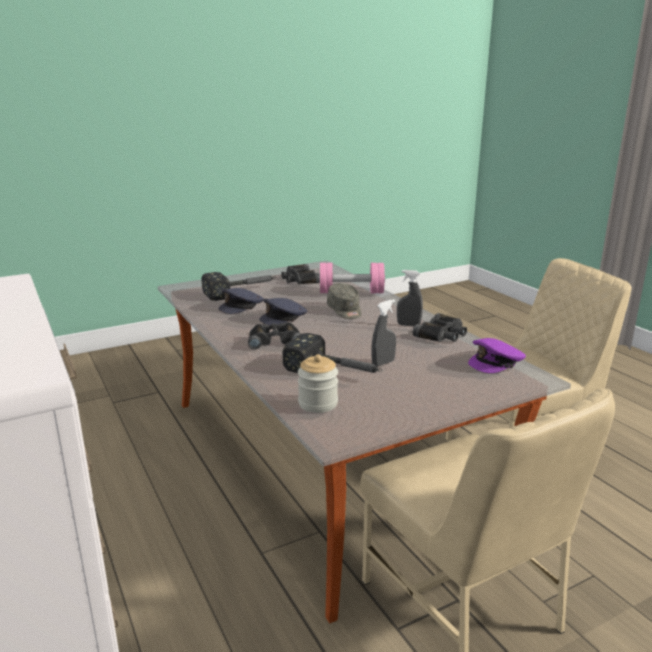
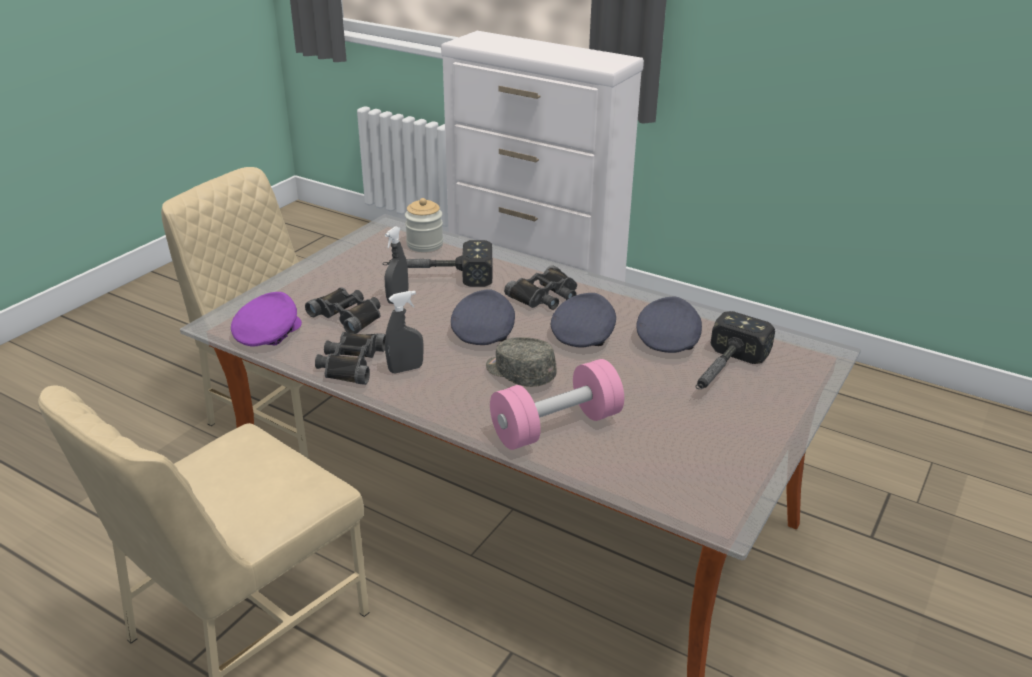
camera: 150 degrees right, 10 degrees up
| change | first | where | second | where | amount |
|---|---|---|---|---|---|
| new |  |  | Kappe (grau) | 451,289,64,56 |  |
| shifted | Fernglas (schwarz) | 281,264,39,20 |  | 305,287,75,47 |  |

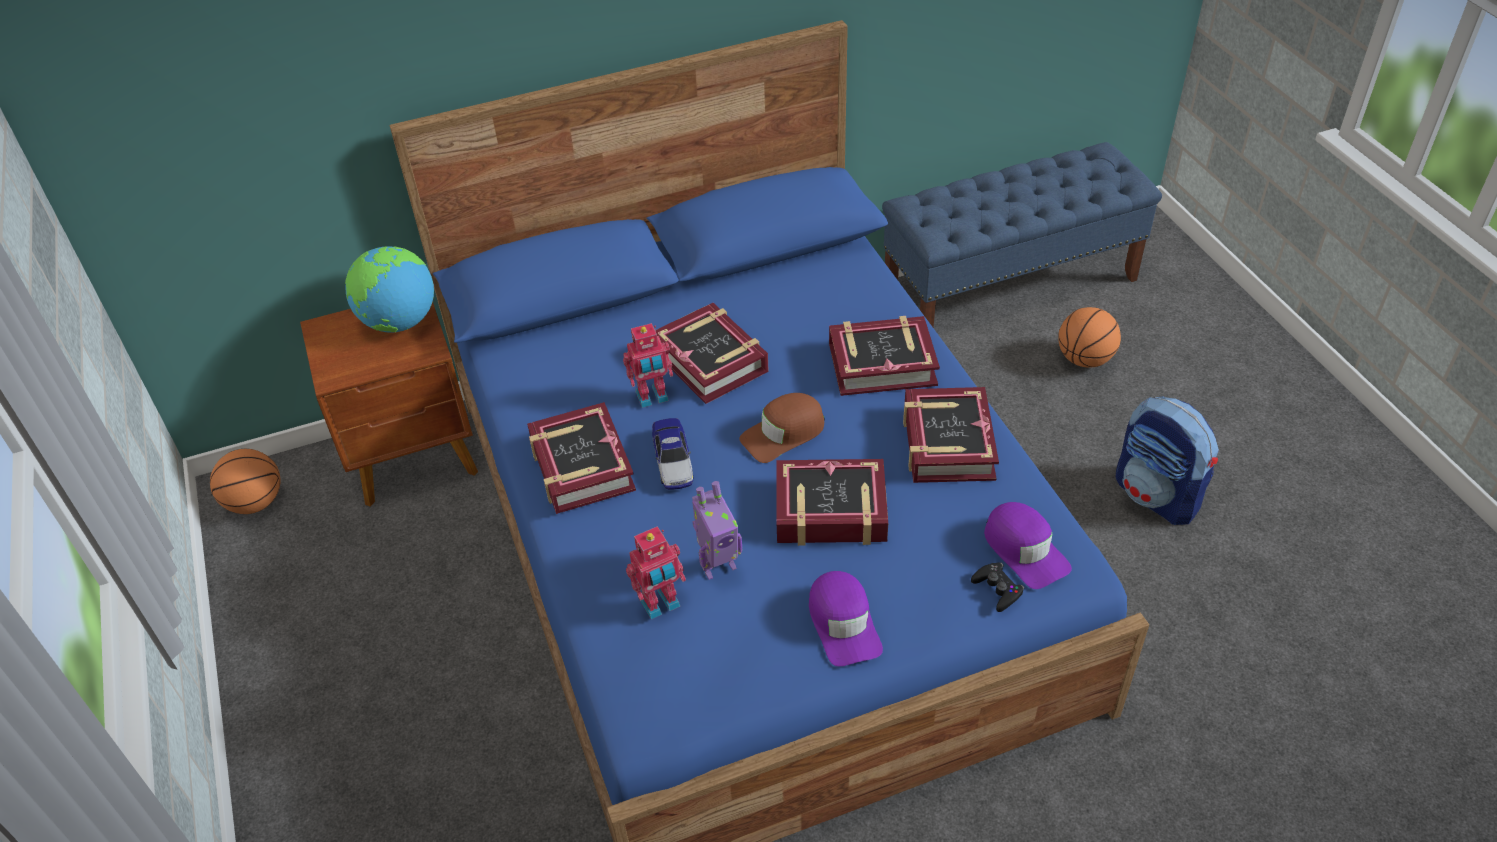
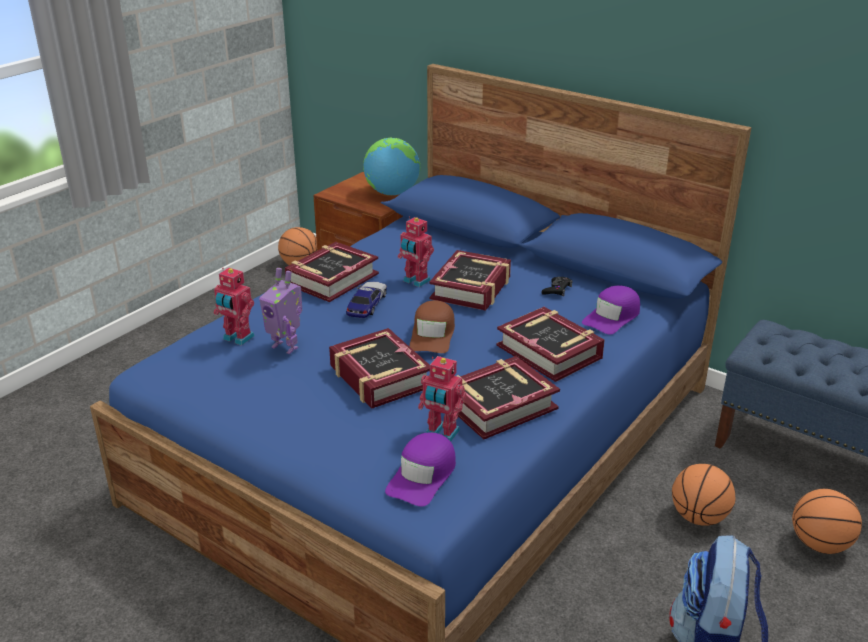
camera: 55 degrees right, 15 degrees down
| change | first | where | second | where | amount |
|---|---|---|---|---|---|
| new |  |  | Spielzeugroboter | 418,356,48,85 |  |
| new |  |  | Basketball | 672,464,63,62 |  |
| shifted | Kappe (lila) | 809,571,74,95 |  | 582,285,58,50 |  |
| shifted | Gamepad (schwarz) | 971,563,53,49 |  | 542,277,31,19 |  |
| rotated | Spielzeugauto | 652,418,41,72 |  | 346,282,41,36 | 150 degrees clockwise |
| rotated | Kappe (braun) | 739,393,86,70 |  | 409,300,46,53 | 105 degrees counterclockwise |

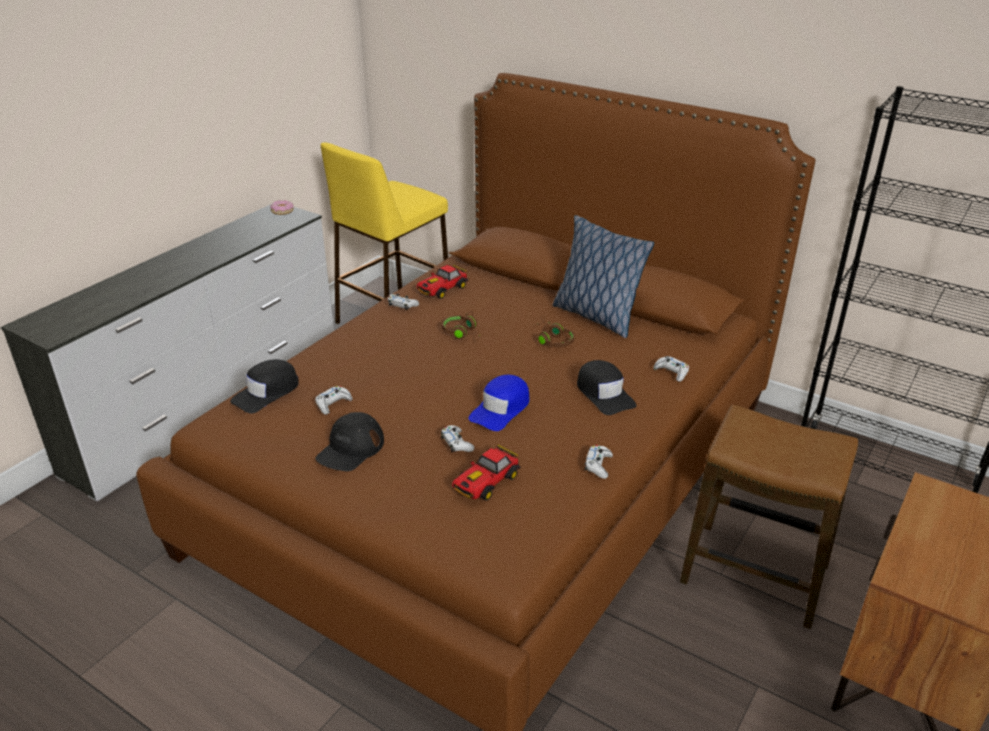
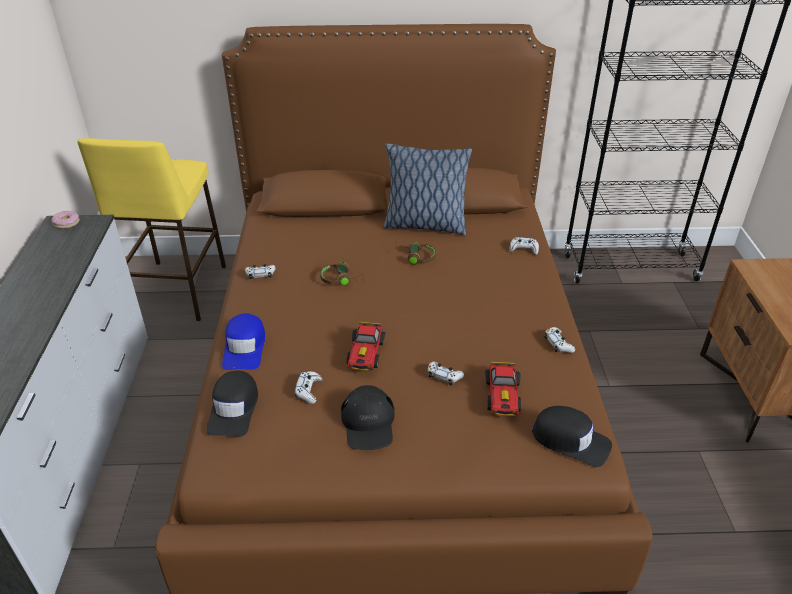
camera: 35 degrees left, 5 degrees up
| change | first | where | second | where | amount |
|---|---|---|---|---|---|
| gone | Hocker | 680,404,178,225 |  |  |  |
| shifted | Spielzeugauto | 417,265,51,34 |  | 346,321,40,50 |  |
| shifted | Kappe (blau) | 468,375,61,56 |  | 222,313,43,57 |  |
| shifted | Kappe (schwarz) | 577,360,60,55 |  | 532,406,80,61 |  |

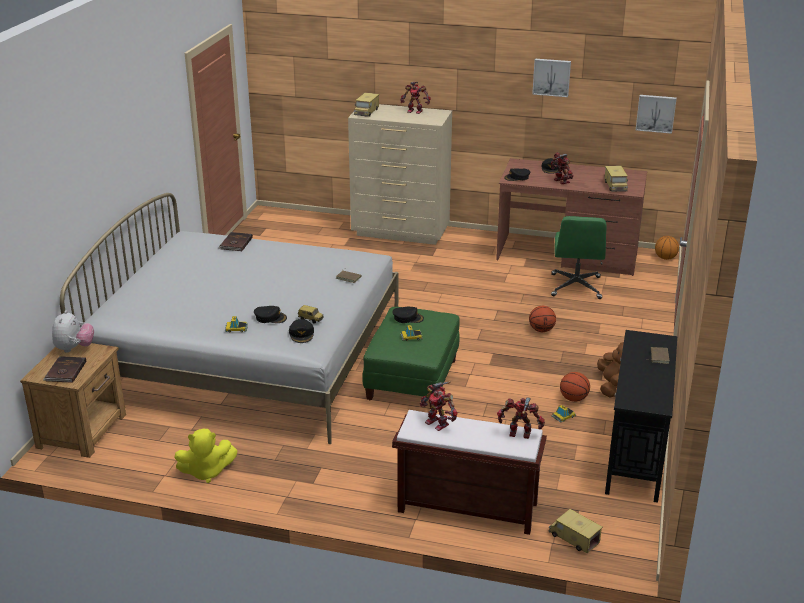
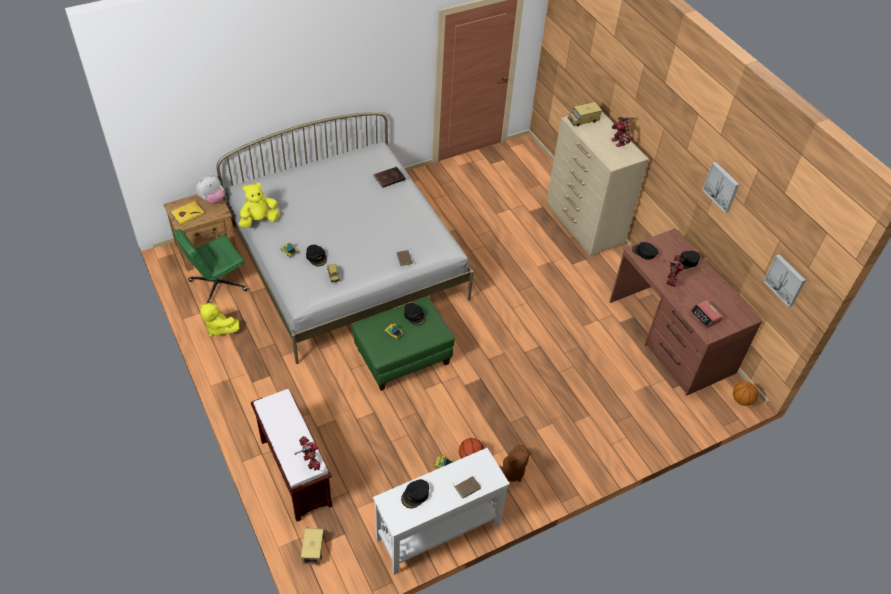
camera: 45 degrees right, 20 degrees up
| change | first | where | second | where | amount |
|---|---|---|---|---|---|
| gone | Spielzeugroboter | 420,381,38,50 |  |  |  |
| gone | Basketball | 529,306,27,26 |  |  |  |
| new |  |  | Plüschtier (gelb) | 239,183,41,45 |  |
| shifted | Kappe (schwarz) | 289,319,25,24 |  | 401,479,28,30 |  |
| shifted | Bürostuhl (grün) | 551,216,56,83 |  | 173,229,75,75 |  |
| swapped | Spielzeuglaster | 604,166,24,26 | Wecker | 690,300,33,29 |  |
| repainted | Buch (braun) | 43,356,43,27 | Buch (gelb) | 170,201,35,24 |  |
| repainted | Konsolentisch (schwarz) | 605,330,72,173 | Konsolentisch (weiß) | 373,448,137,127 |  |

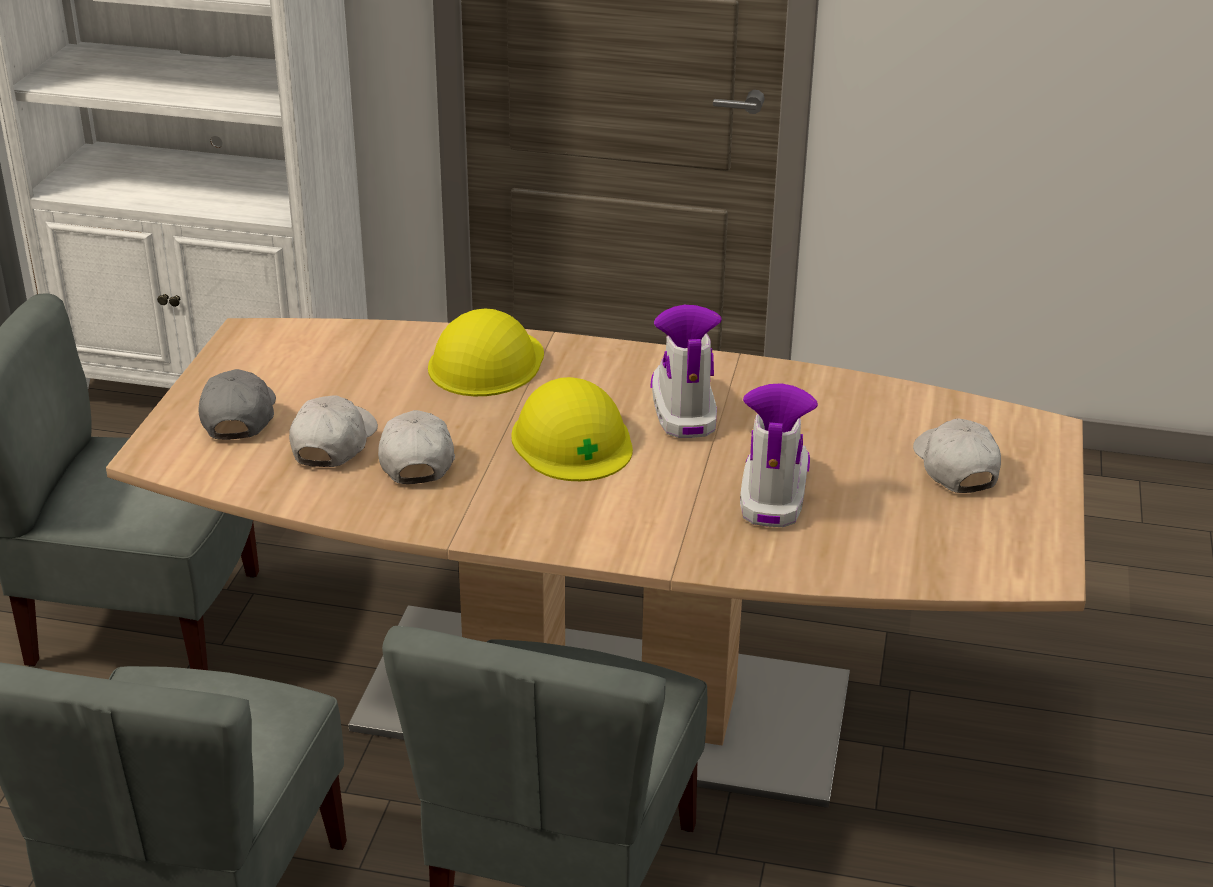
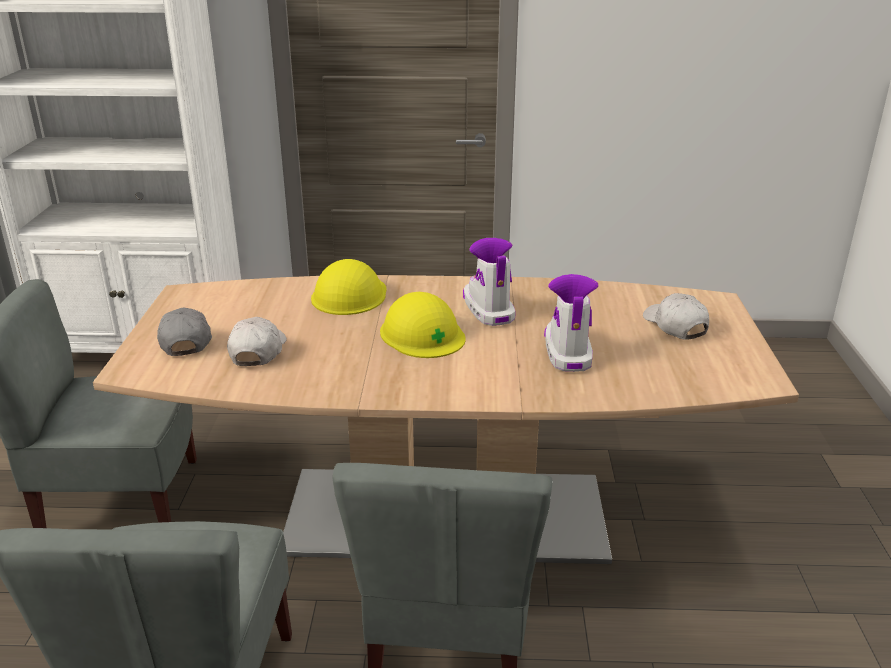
camera: 10 degrees left, 5 degrees down
| change | first | where | second | where | amount |
|---|---|---|---|---|---|
| gone | Kappe (weiß) | 378,410,77,74 |  |  |  |

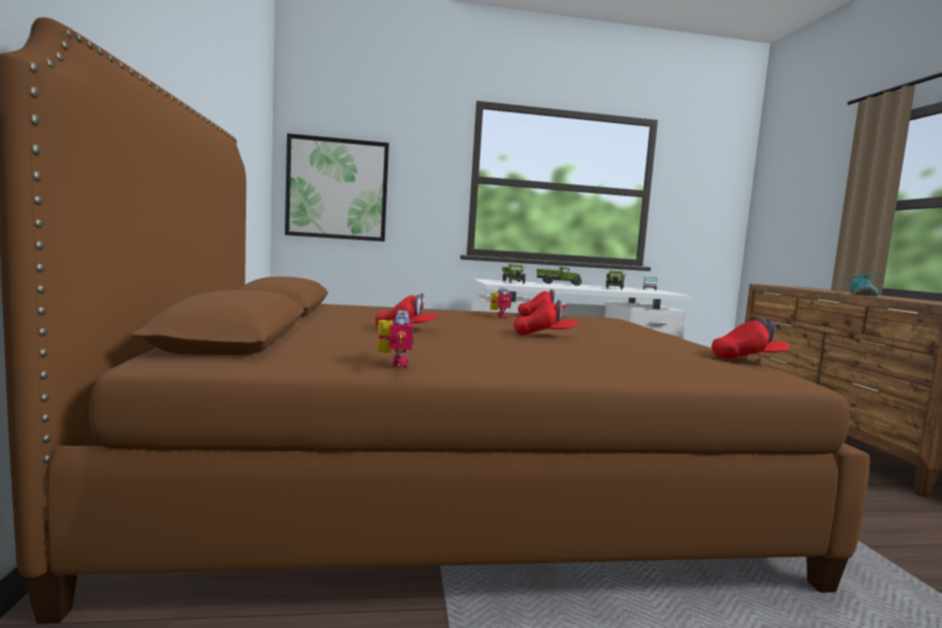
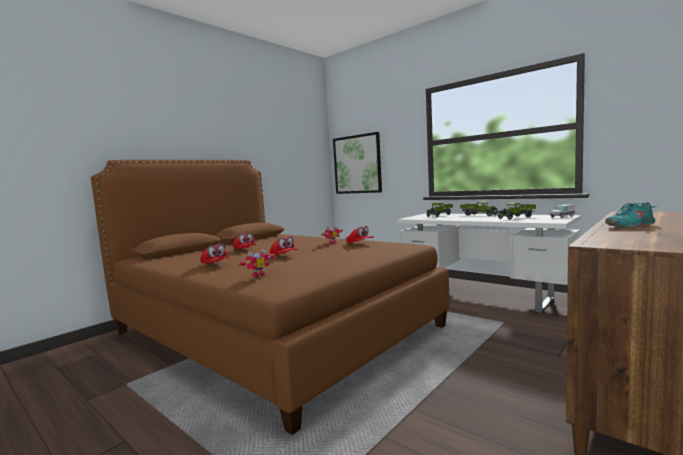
camera: 50 degrees right, 0 degrees up
| change | first | where | second | where | amount |
|---|---|---|---|---|---|
| shifted | Spielzeugroboter | 378,310,36,58 |  | 237,249,39,29 |  |
| shifted | Kappe (rot) | 712,318,78,41 |  | 200,244,29,20 |  |

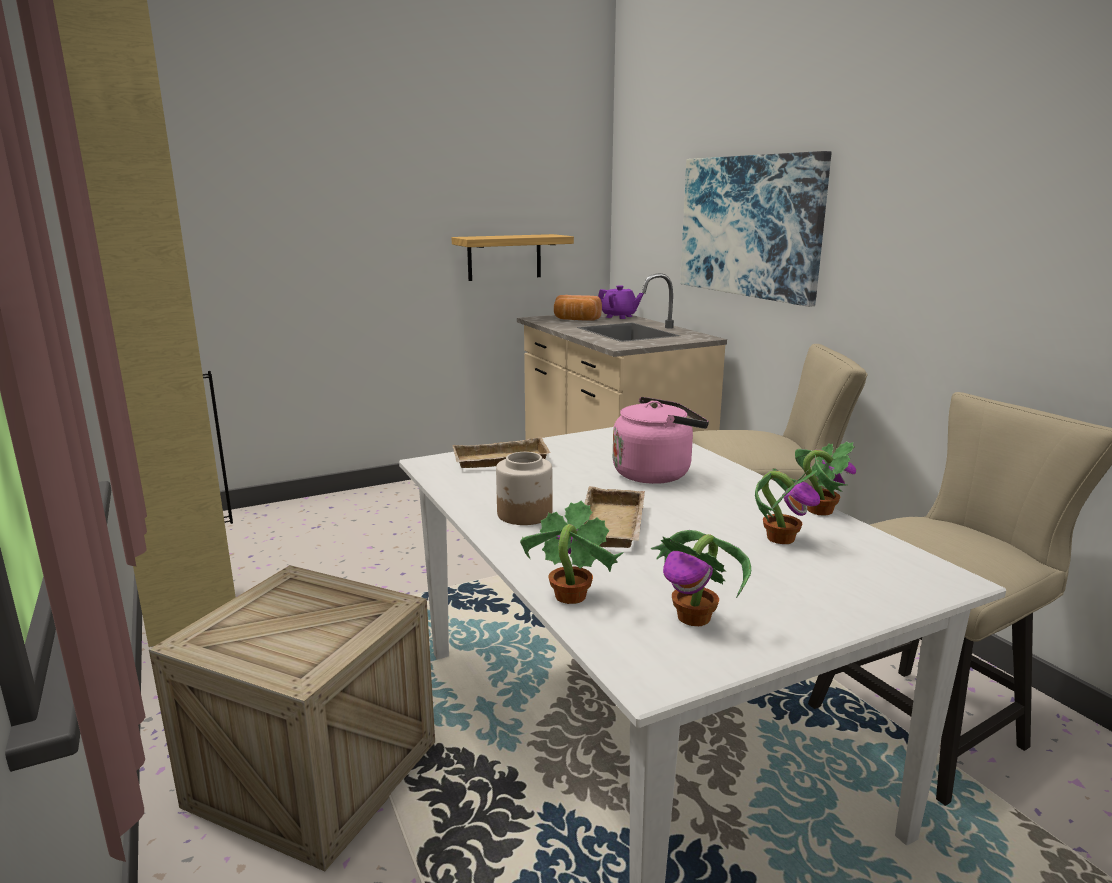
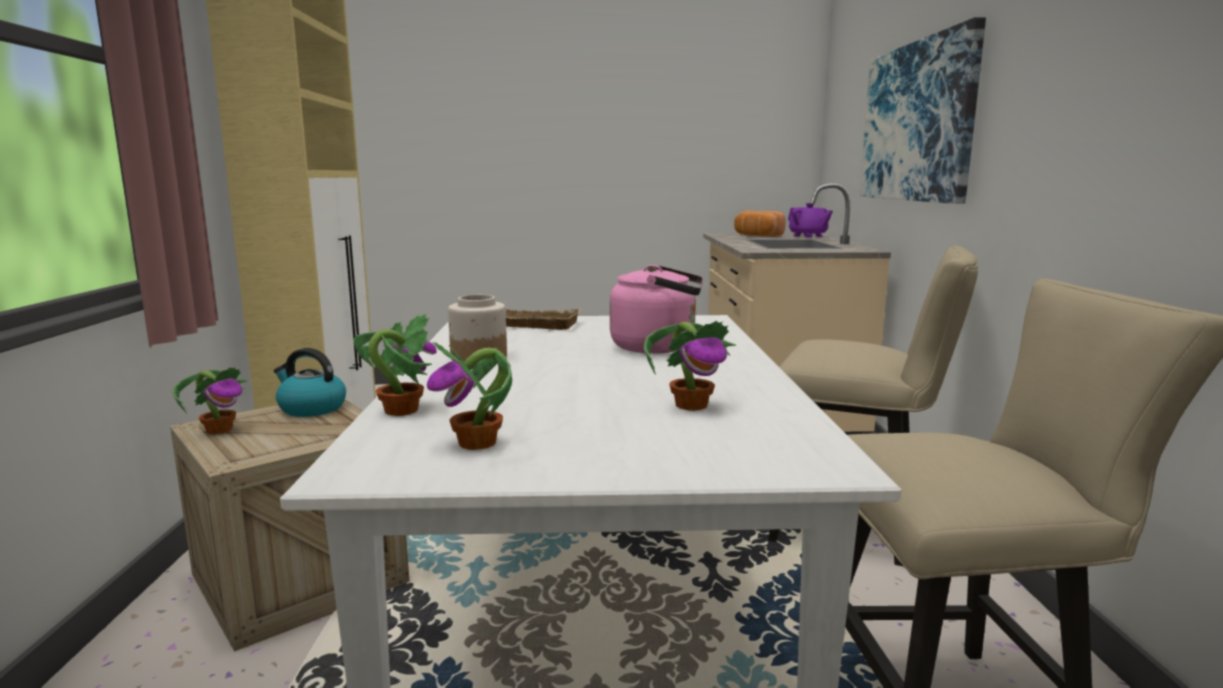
camera: 25 degrees right, 5 degrees down
| change | first | where | second | where | amount |
|---|---|---|---|---|---|
| gone | Wandregal | 452,234,122,47 |  |  |  |
| gone | Tablett (beige) | 584,486,61,62 |  |  |  |
| new |  |  | Wasserkessel | 274,348,72,69 |  |
| shifted | Topfpflanze | 795,442,61,73 |  | 173,367,75,67 |  |

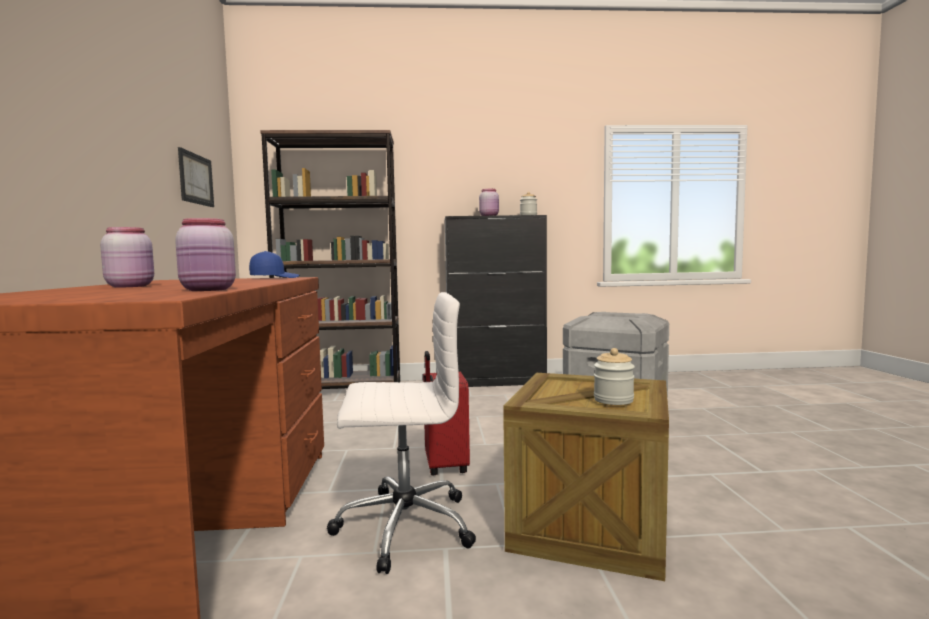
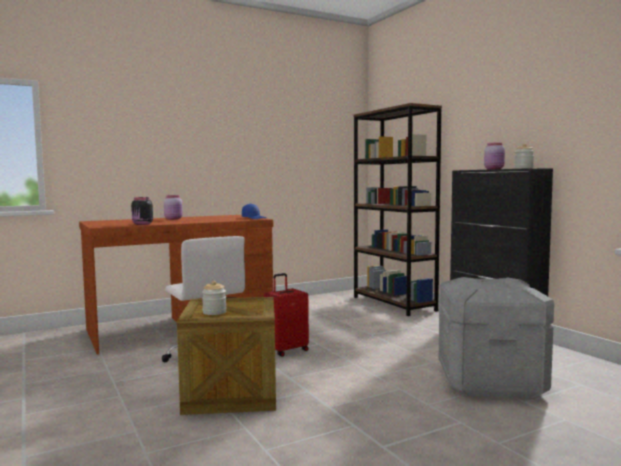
camera: 65 degrees right, 0 degrees up
| change | first | where | second | where | amount |
|---|---|---|---|---|---|
| gone | Bild | 178,147,36,60 |  |  |  |
| repainted | Vorratsglas (rosa) | 175,218,61,73 | Vorratsglas (schwarz) | 131,197,22,28 |  |

